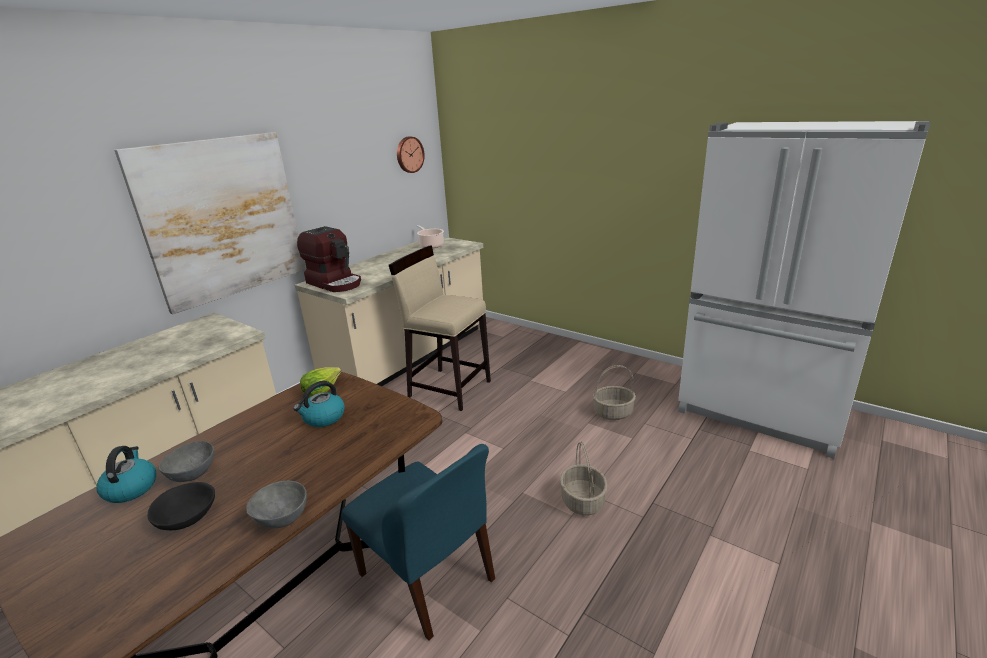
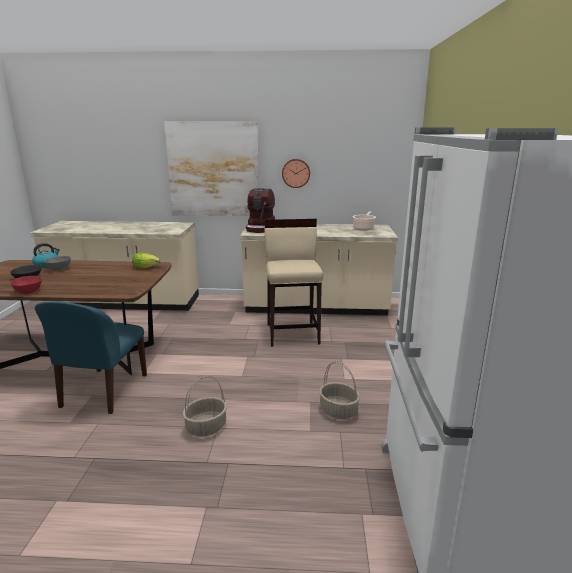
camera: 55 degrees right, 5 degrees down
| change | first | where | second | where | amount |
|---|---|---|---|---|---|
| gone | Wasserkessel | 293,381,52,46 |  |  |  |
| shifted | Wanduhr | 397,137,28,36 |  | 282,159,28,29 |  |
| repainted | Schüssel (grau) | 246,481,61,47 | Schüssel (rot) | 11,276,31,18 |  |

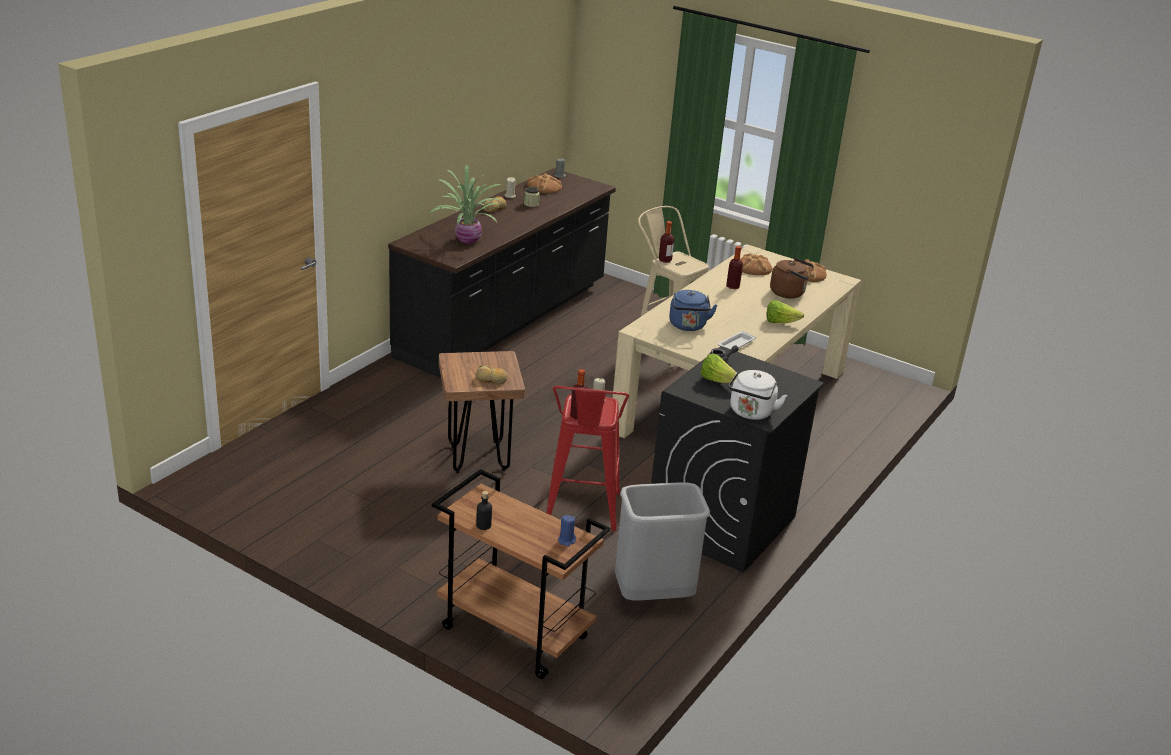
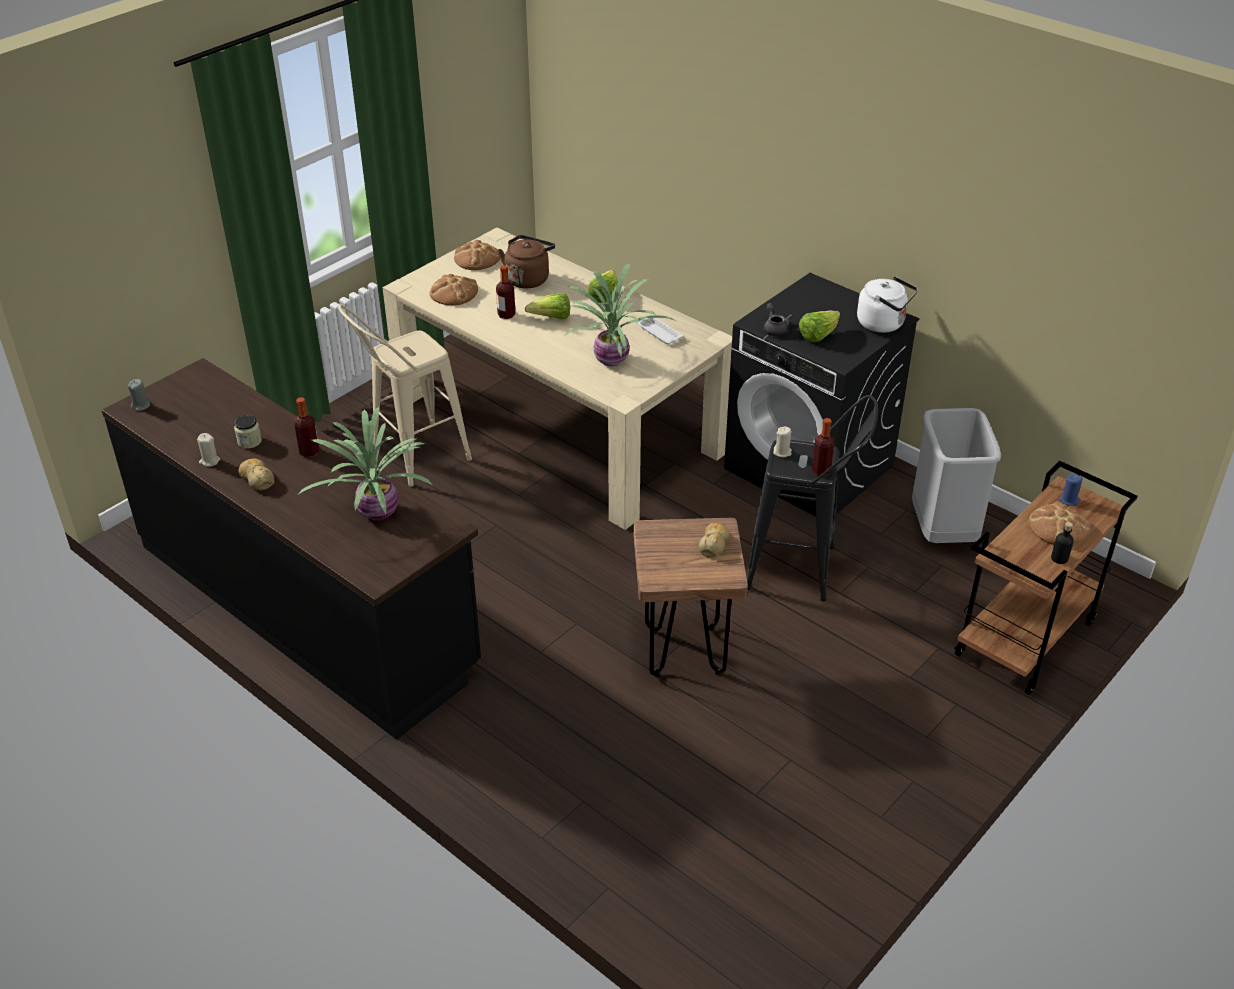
camera: 80 degrees left, 10 degrees up
| change | first | where | second | where | amount |
|---|---|---|---|---|---|
| new |  |  | Salatkopf | 525,293,45,26 |  |
| shifted | Brot | 527,173,35,20 |  | 1028,501,62,44 |  |
| shifted | Flasche | 659,221,15,42 |  | 294,397,25,61 |  |
| swapped | Wasserkessel (blau) | 669,290,49,41 | Topfpflanze | 563,263,112,103 |  |
| repainted | Hocker (rot) | 546,386,83,145 | Hocker (schwarz) | 747,395,131,206 |  |

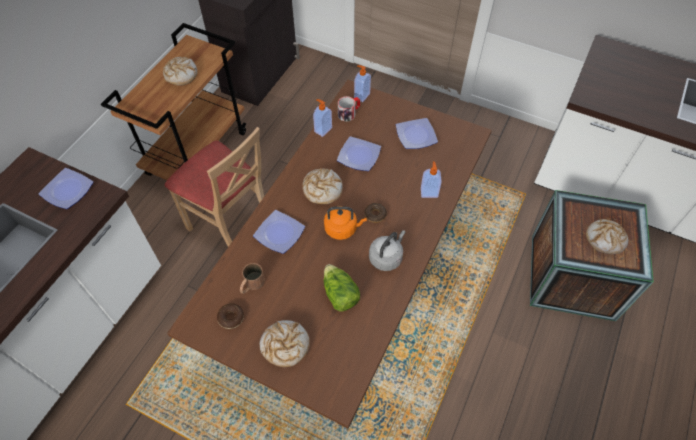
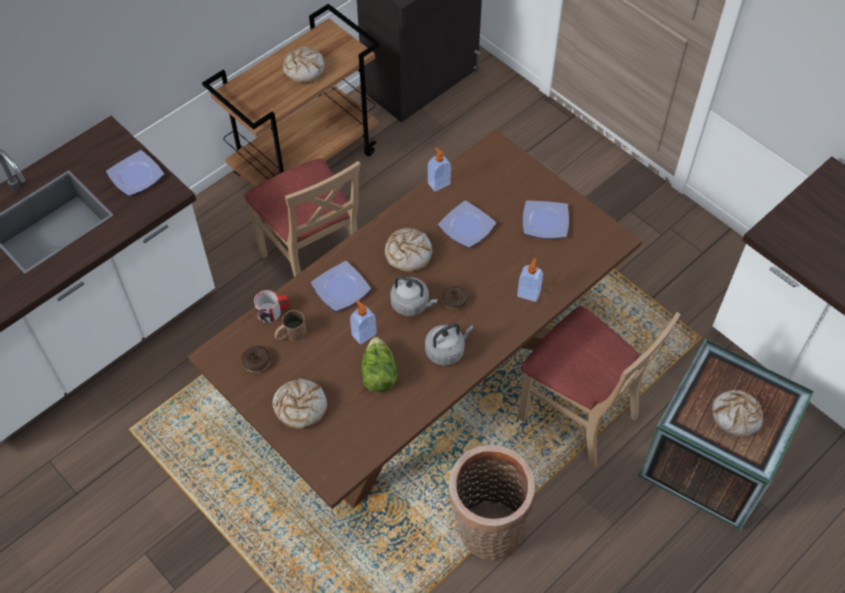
camera: 20 degrees right, 0 degrees up
| change | first | where | second | where | amount |
|---|---|---|---|---|---|
| new |  |  | Korb | 447,445,89,115 |  |
| new |  |  | Stuhl (beige) | 517,306,164,162 |  |
| shifted | Henkelbecher | 338,96,22,26 |  | 254,290,35,33 |  |
| shifted | Seifenspender | 354,65,17,37 |  | 350,300,27,45 |  |
| repainted | Wasserkessel (orange) | 324,206,43,34 | Wasserkessel (grau) | 390,276,47,40 |  |

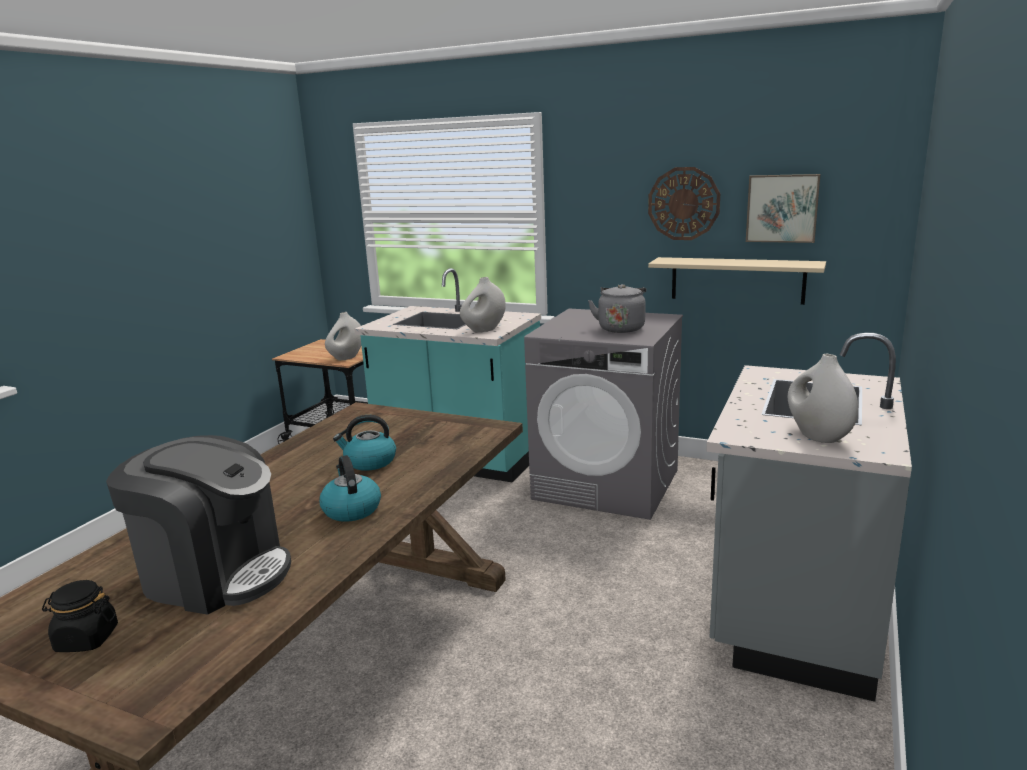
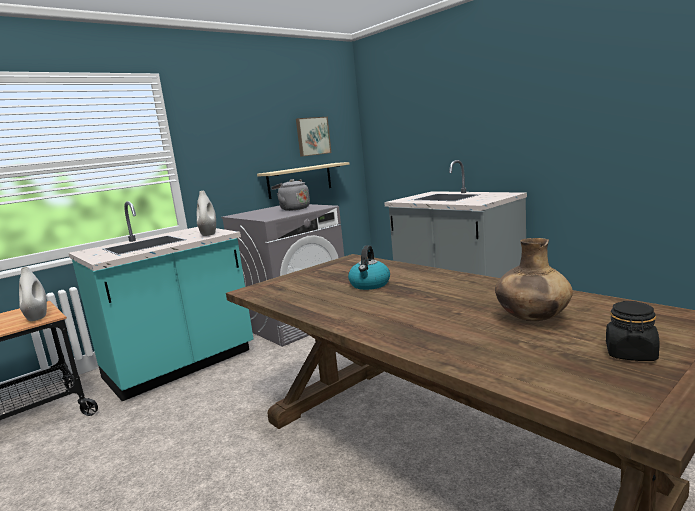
camera: 65 degrees left, 5 degrees down
| change | first | where | second | where | amount |
|---|---|---|---|---|---|
| gone | Wasserkessel | 319,455,62,67 |  |  |  |
| gone | Wanduhr | 648,167,72,73 |  |  |  |
| gone | Vase (weiß) | 788,354,70,89 |  |  |  |
| swapped | Kaffeemaschine | 106,435,185,180 | Vase (braun) | 495,238,78,83 |  |

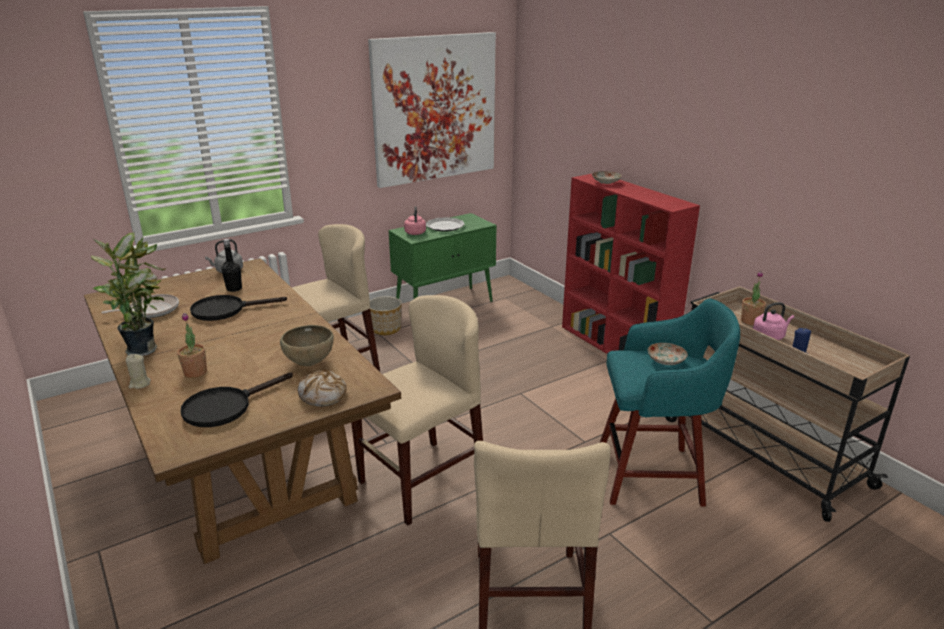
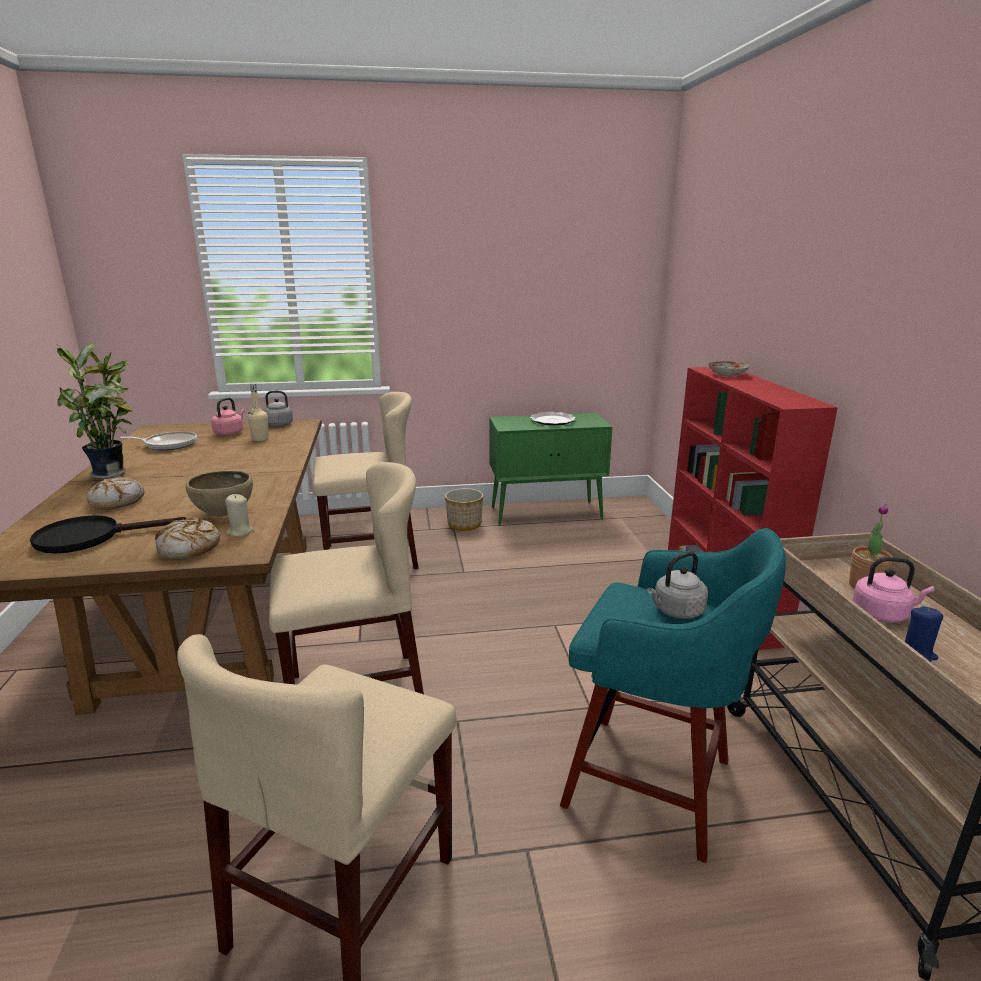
camera: 25 degrees right, 5 degrees down
| change | first | where | second | where | amount |
|---|---|---|---|---|---|
| gone | Pfanne (schwarz) | 190,295,97,26 |  |  |  |
| gone | Bild | 368,32,128,156 |  |  |  |
| shifted | Kerze (beige) | 126,354,25,35 |  | 225,494,29,43 |  |
| shifted | Wasserkessel (rosa) | 404,206,22,29 |  | 211,397,34,38 |  |
| swapped | Topfpflanze | 177,313,30,65 | Brot | 87,477,57,33 |  |
| swapped | Teller | 647,343,41,22 | Wasserkessel (grau) | 647,552,61,67 |  |
| repainted | Flasche (schwarz) | 221,239,21,53 | Flasche (beige) | 247,383,22,58 |  |

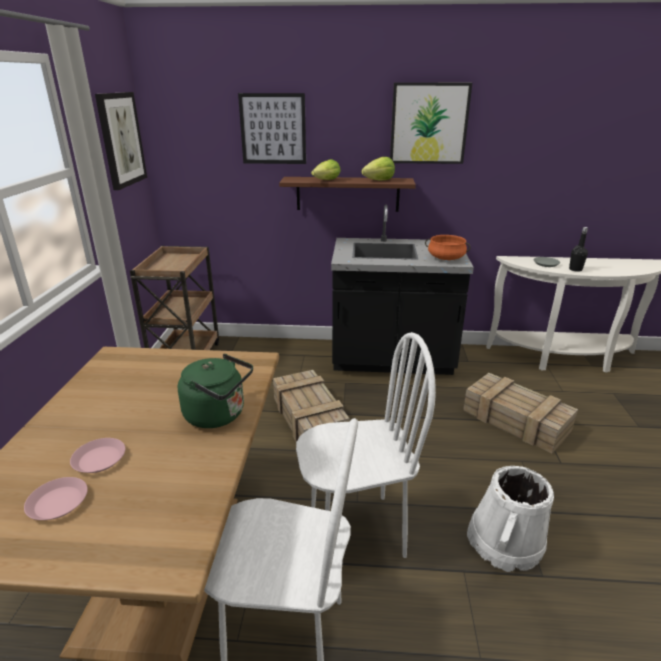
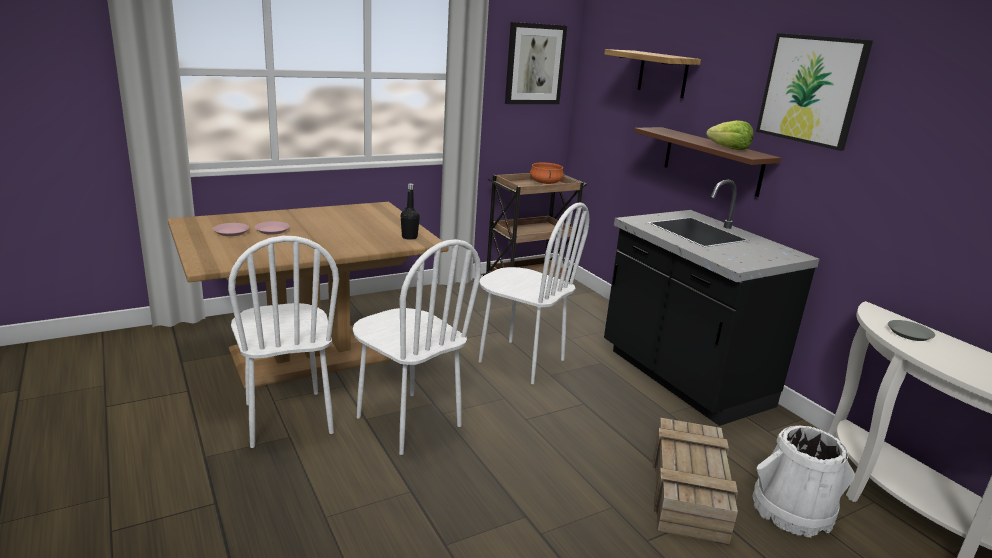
camera: 55 degrees right, 5 degrees down
| change | first | where | second | where | amount |
|---|---|---|---|---|---|
| gone | Wasserkessel (grün) | 178,354,75,74 |  |  |  |
| gone | Salatkopf | 311,159,30,21 |  |  |  |
| shifted | Kochtopf (orange) | 425,235,45,25 |  | 530,163,34,21 |  |
| shifted | Eimer (weiß) | 467,466,87,106 |  | 752,426,103,111 |  |
| shifted | Flasche (schwarz) | 569,227,19,45 |  | 401,183,19,57 |  |
| swapped | Bild | 238,93,68,71 | Wandregal | 604,49,97,49 |  |
| swapped | Kiste | 273,370,76,72 | Stuhl (weiß) | 478,202,111,182 |  |

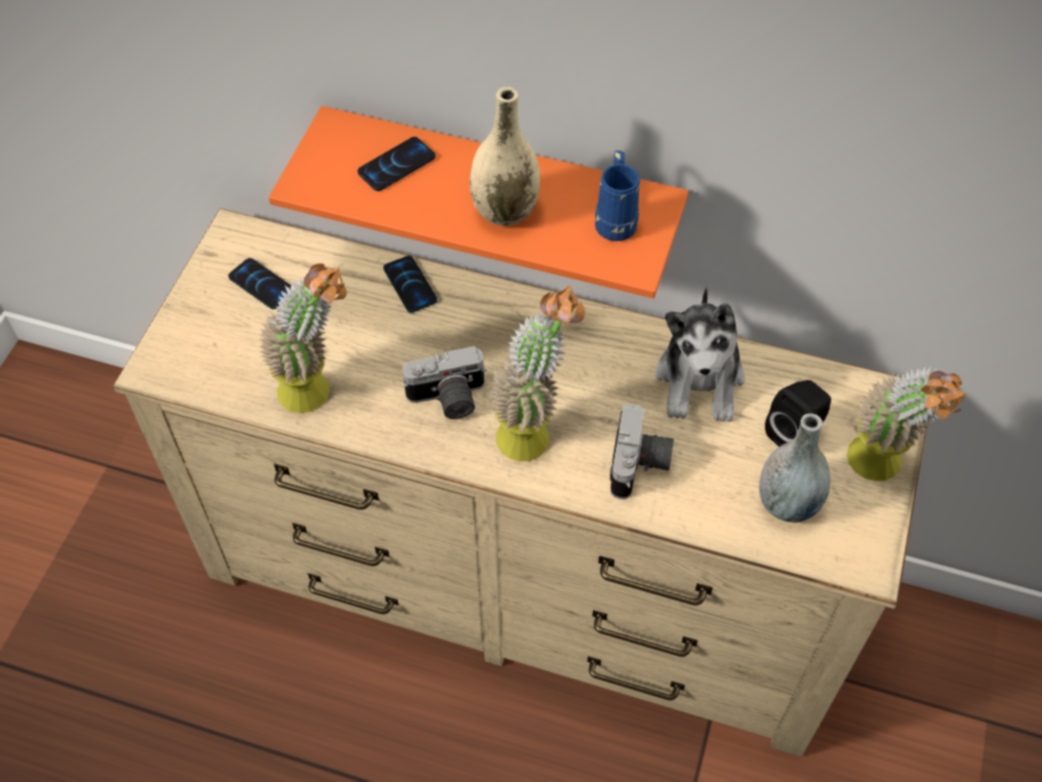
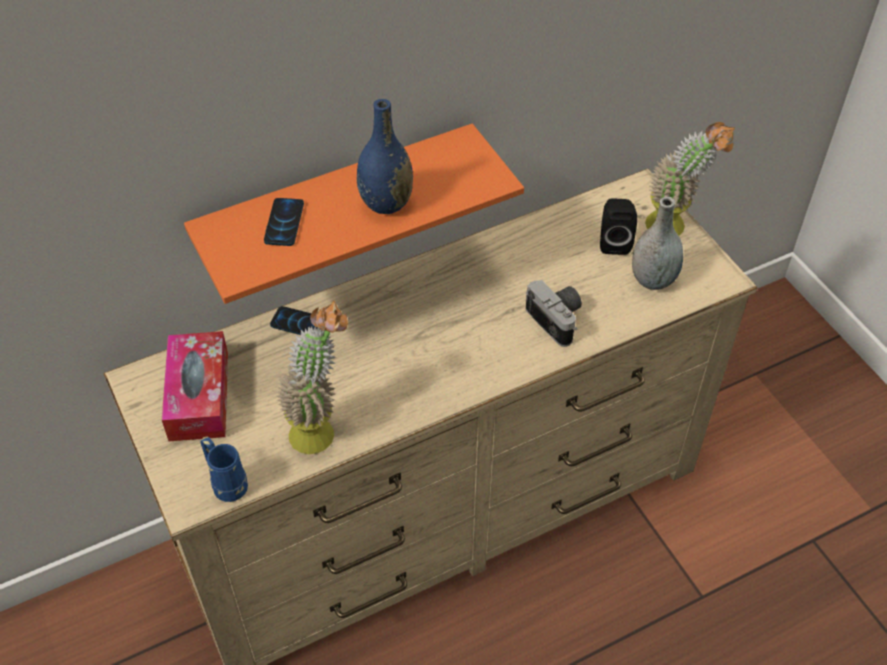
camera: 45 degrees left, 5 degrees down
| change | first | where | second | where | amount |
|---|---|---|---|---|---|
| gone | Kamera | 403,346,84,73 |  |  |  |
| gone | Topfpflanze | 489,285,96,176 |  |  |  |
| gone | Plüschtier | 656,287,89,135 |  |  |  |
| shifted | Henkelbecher (blau) | 595,149,45,92 |  | 200,437,48,65 |  |
| swapped | Handy | 228,258,64,51 | Taschentuchbox | 162,331,66,110 |  |
| repainted | Vase (beige) | 469,87,71,139 | Vase (blau) | 357,99,56,115 |  |

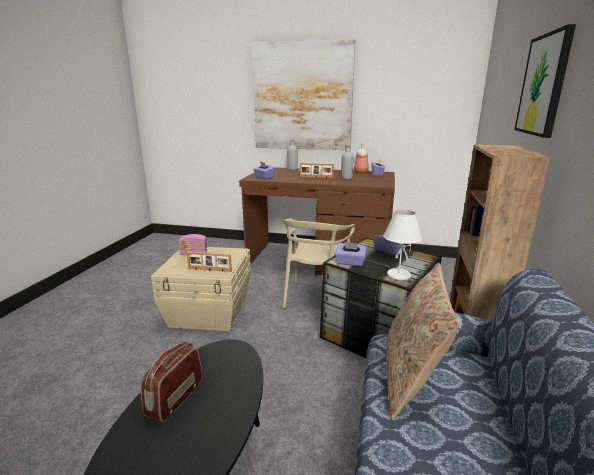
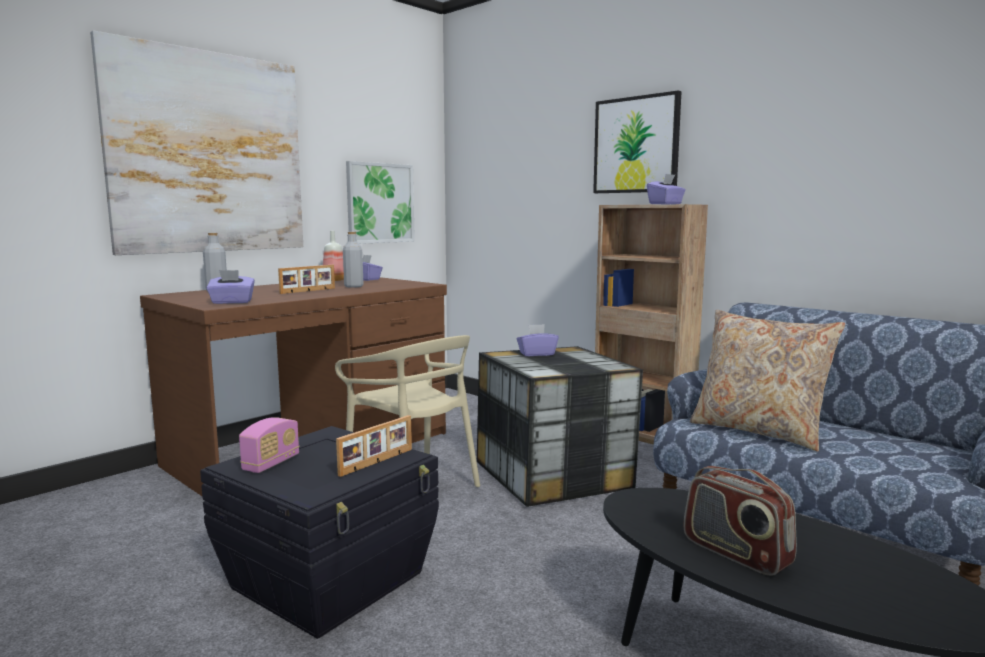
camera: 60 degrees left, 10 degrees down
| change | first | where | second | where | amount |
|---|---|---|---|---|---|
| gone | Tischlampe (weiß) | 383,210,39,71 |  |  |  |
| new |  |  | Bild | 346,161,69,83 |  |
| shifted | Taschentuchbox (lila) | 335,242,32,24 |  | 647,174,39,30 |  |
| repainted | Aufbewahrungsbox (beige) | 151,247,100,84 | Aufbewahrungsbox (schwarz) | 200,426,239,213 |  |

